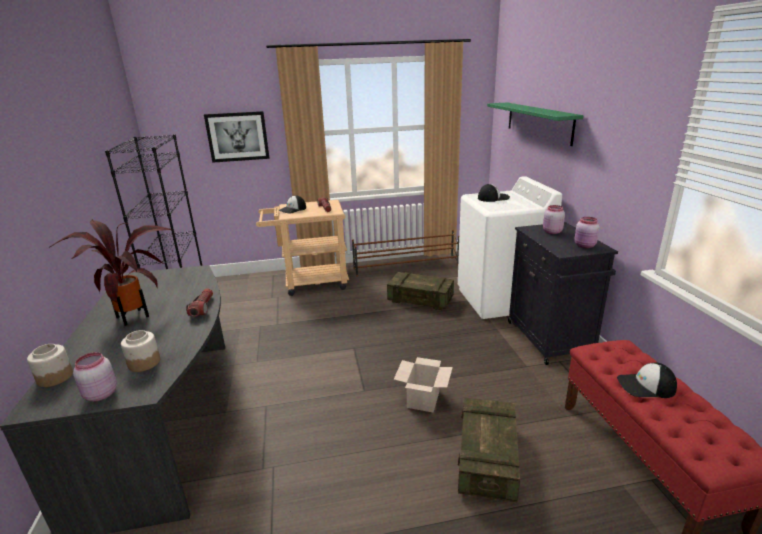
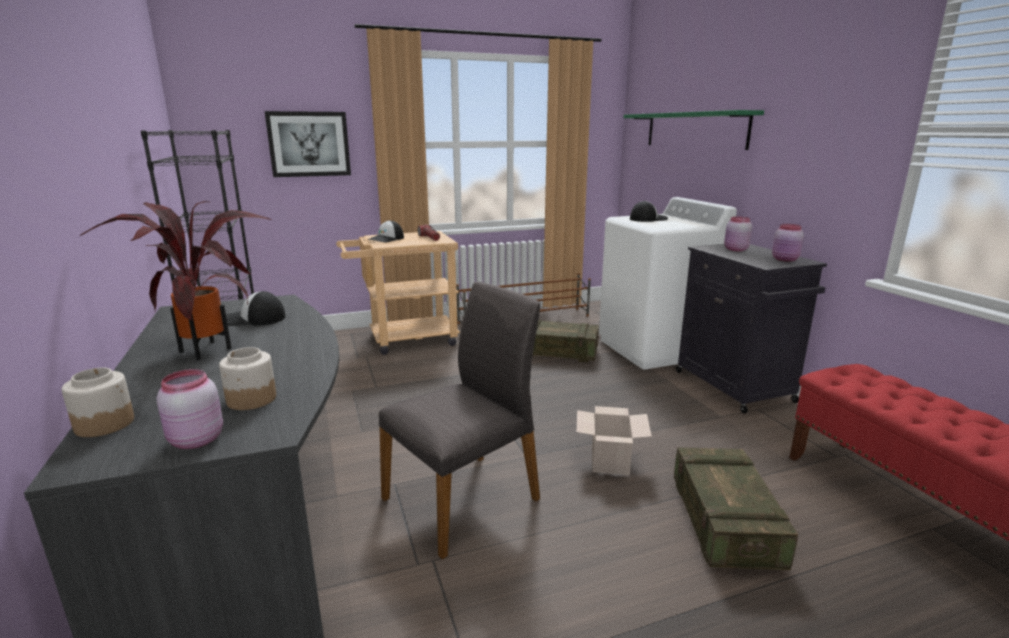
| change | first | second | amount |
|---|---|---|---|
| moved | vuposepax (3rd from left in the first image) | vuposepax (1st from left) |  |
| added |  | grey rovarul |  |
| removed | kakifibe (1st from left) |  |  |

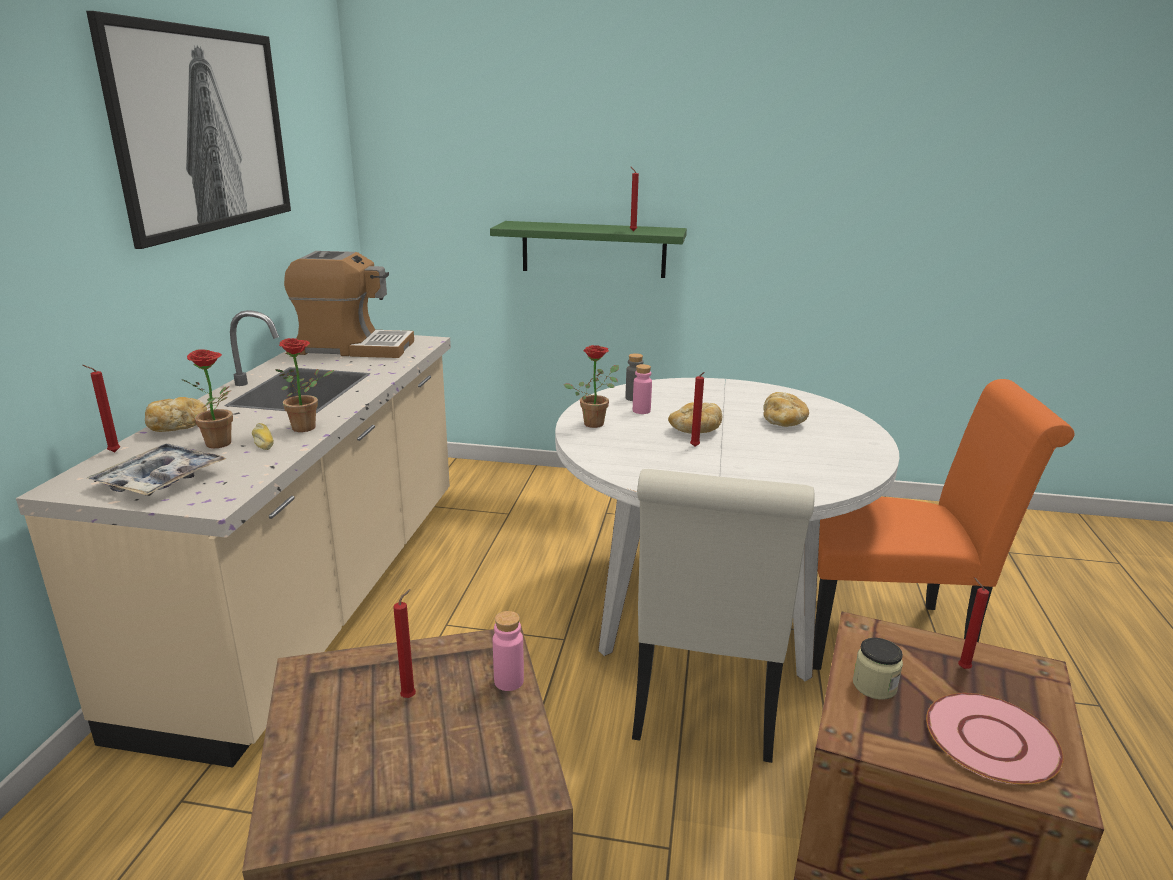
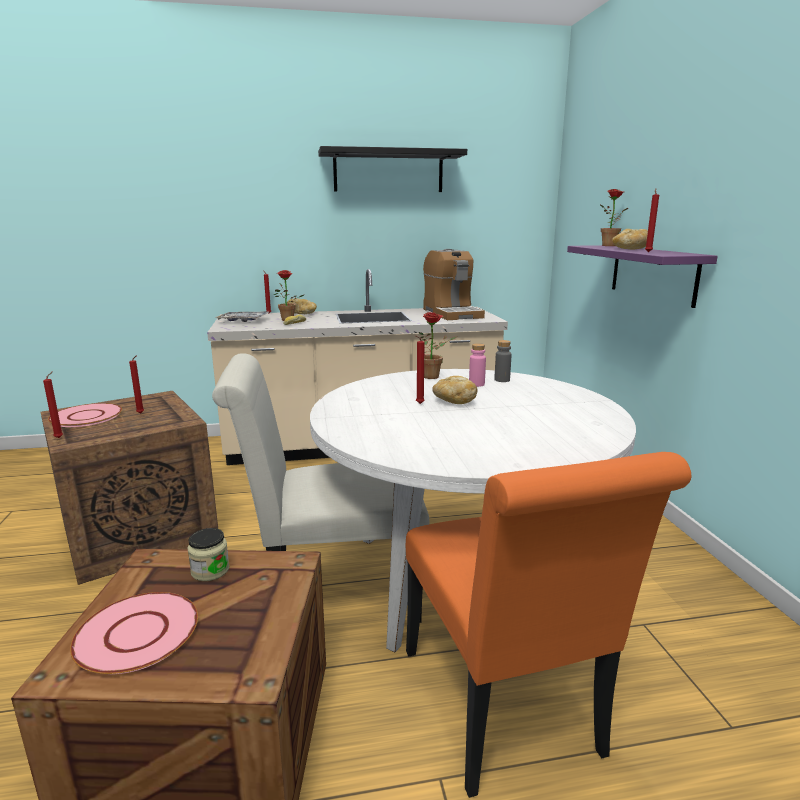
| change | first | second | amount |
|---|---|---|---|
| moved | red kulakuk (5th from left in the first image) | red kulakuk (1st from left) |  |
| added |  | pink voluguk (1st from left) |  |
| replaced | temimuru | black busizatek |  |
| recoloured | green busizatek | purple busizatek |  |
| moved | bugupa (2nd from left in the first image) | bugupa (3rd from left) |  |
| moved | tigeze (4th from left) |  |  |
| removed | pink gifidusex (1st from left) |  |  |

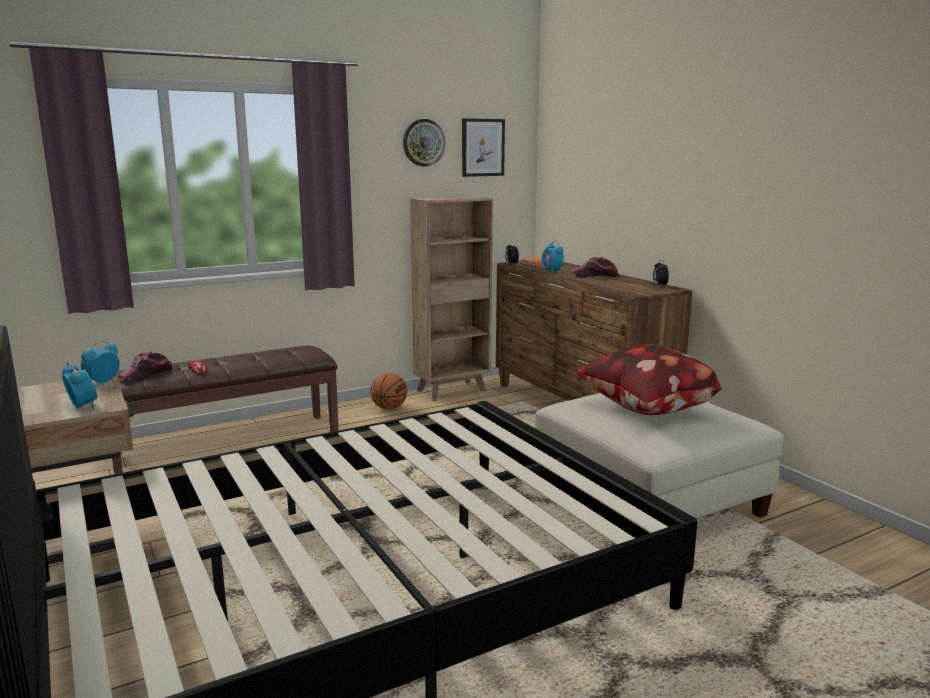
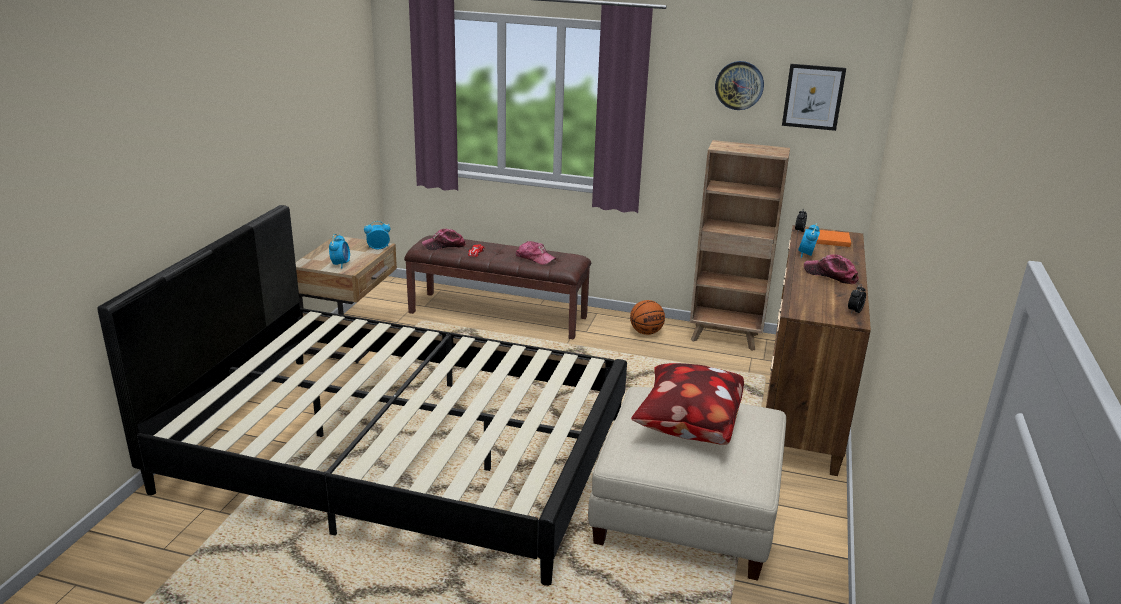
| change | first | second | amount |
|---|---|---|---|
| added |  | vuposepax (2nd from left) |  |

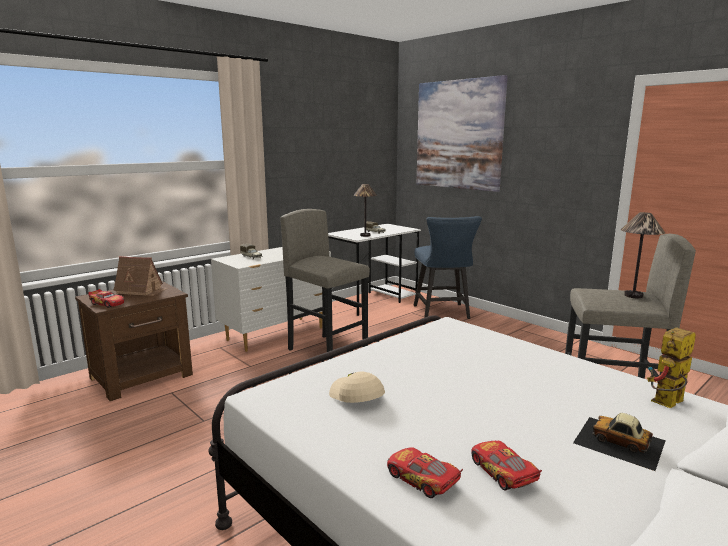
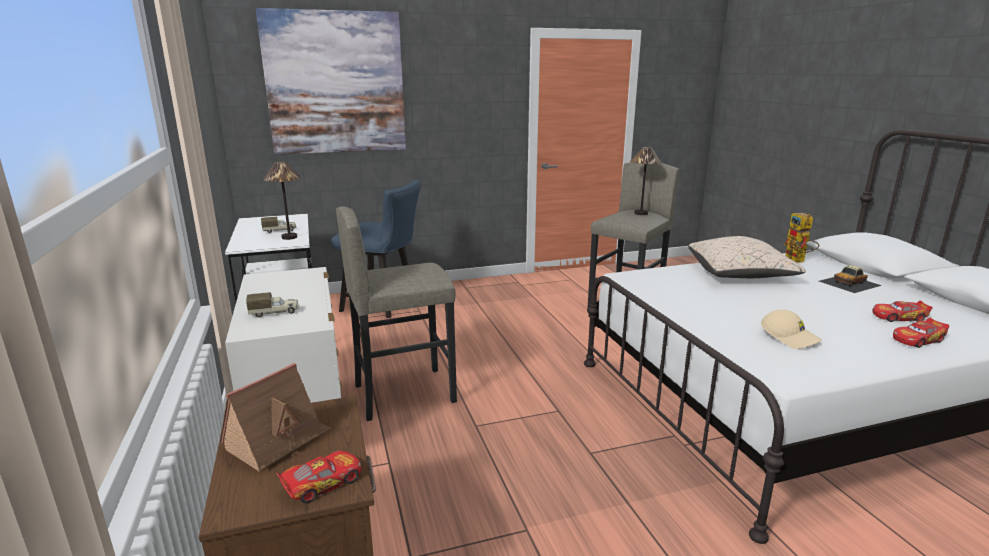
| change | first | second | amount |
|---|---|---|---|
| added |  | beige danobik |  |
| turned | beige vuposepax |  | 120 degrees counterclockwise |

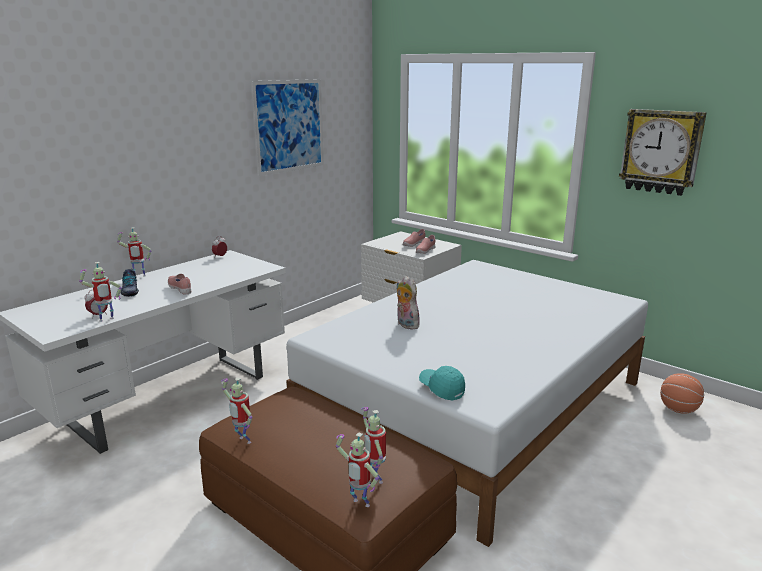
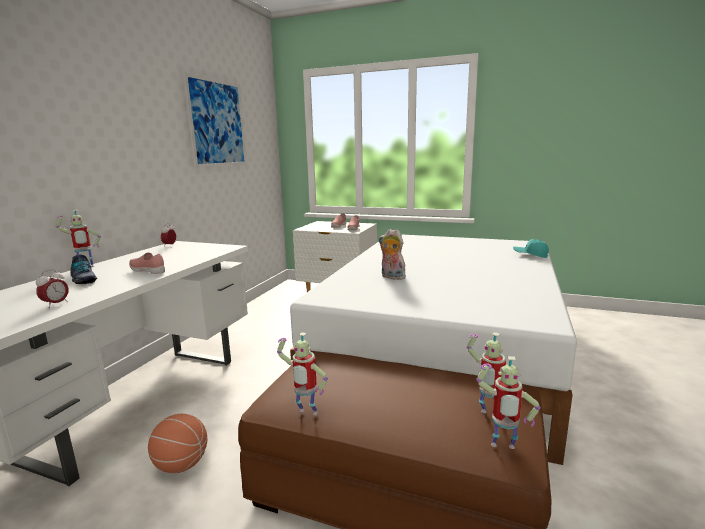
| change | first | second | amount |
|---|---|---|---|
| moved | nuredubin |  |  |
| moved | turquoise vuposepax |  |  |
| removed | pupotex (1st from left) |  |  |
| removed | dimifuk |  |  |

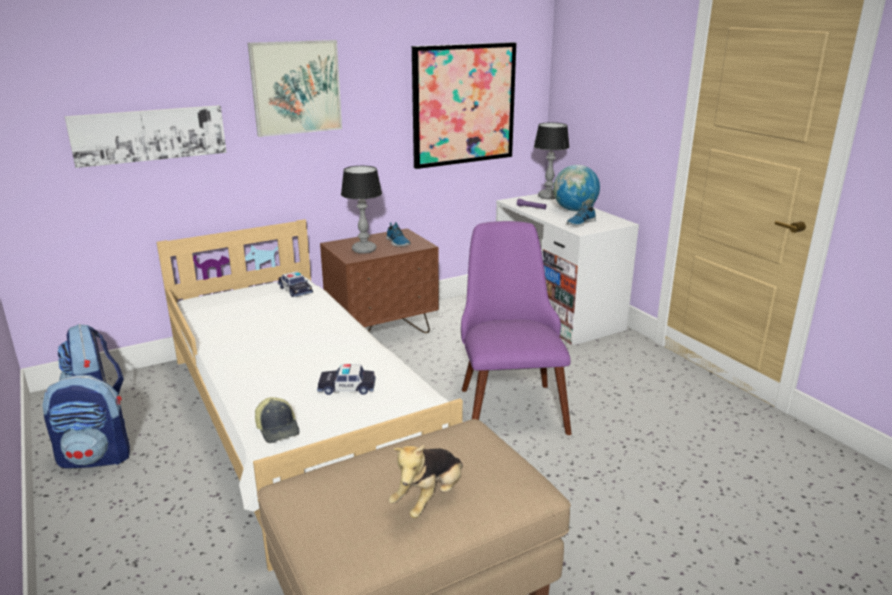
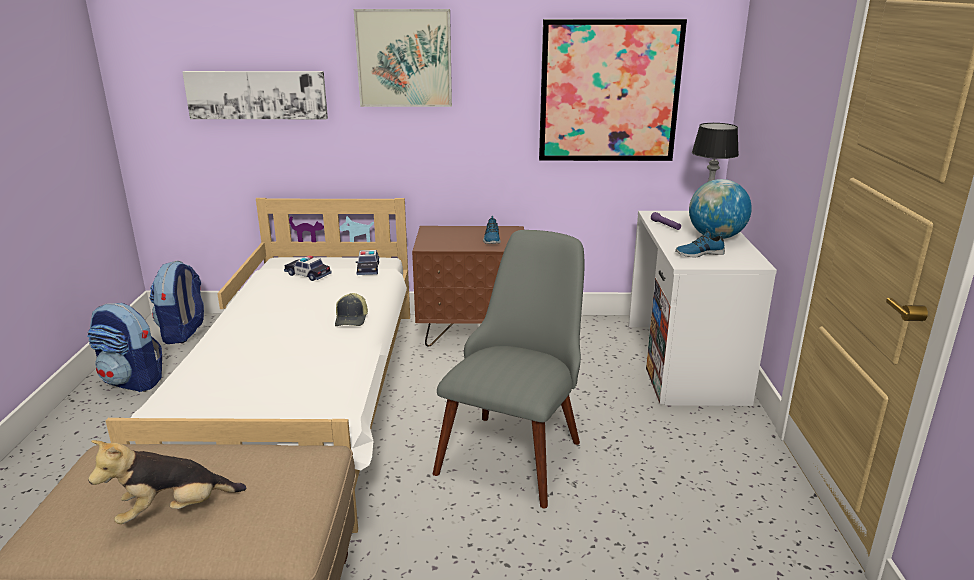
| change | first | second | amount |
|---|---|---|---|
| moved | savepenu (2nd from left in the first image) | savepenu (1st from left) |  |
| moved | vuposepax |  |  |
| recoloured | purple rovarul | grey rovarul |  |
| removed | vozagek (1st from left) |  |  |

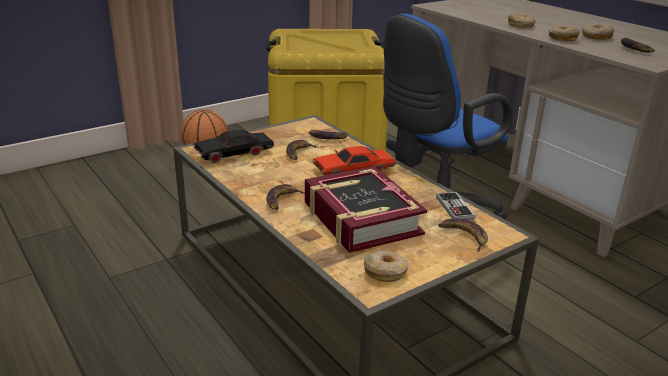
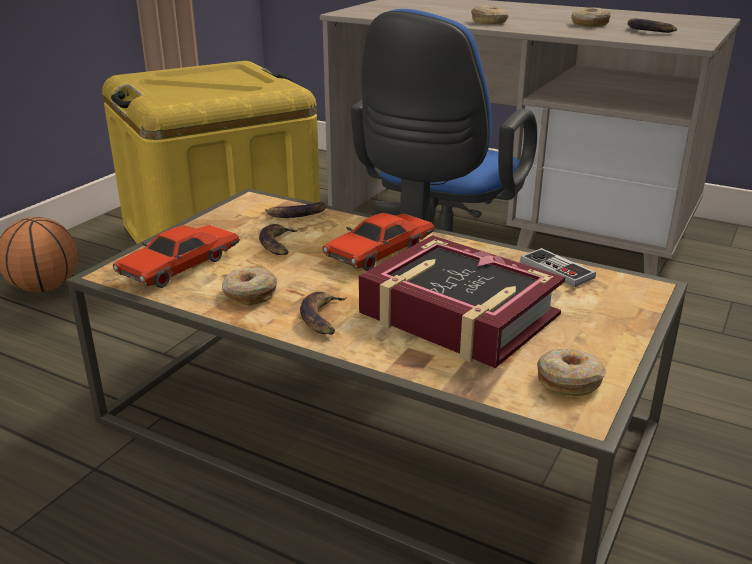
| change | first | second | amount |
|---|---|---|---|
| recoloured | black savepenu | red savepenu (1st from left) |  |
| moved | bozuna (3rd from left in the first image) | bozuna (1st from left) |  |
| removed | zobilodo (4th from left) |  |  |

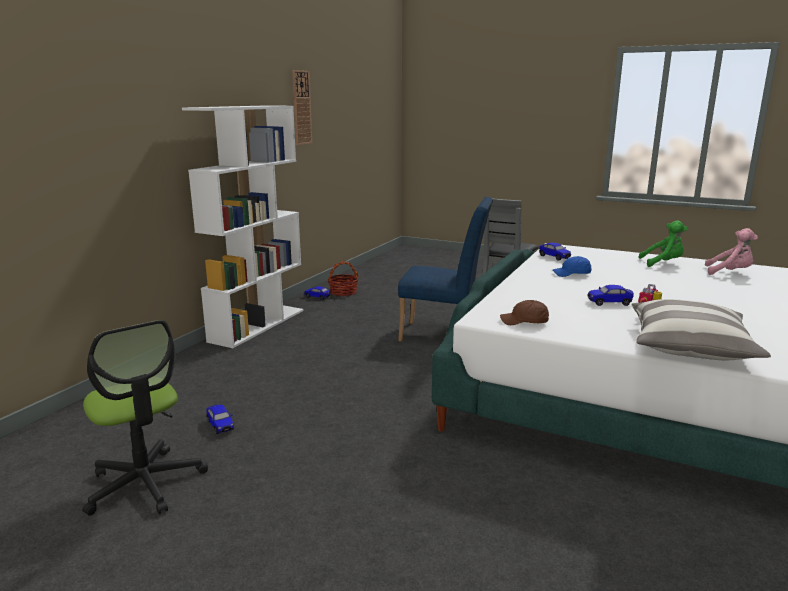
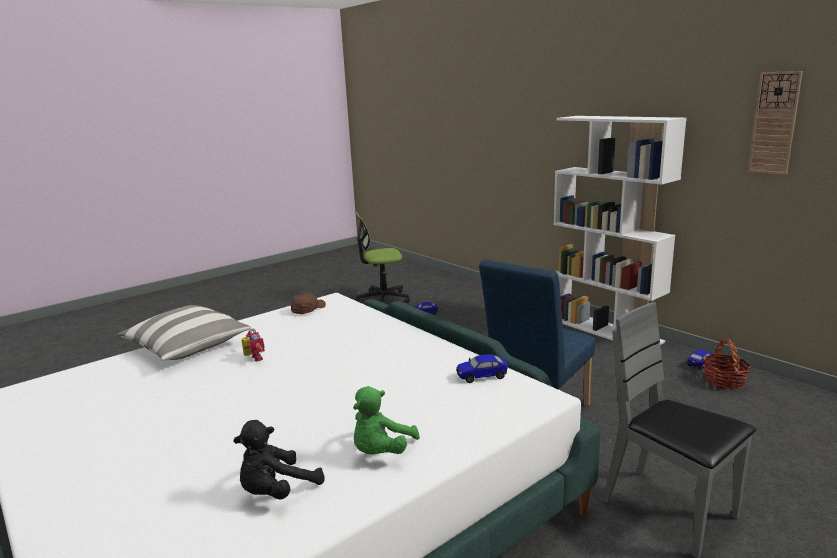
| change | first | second | amount |
|---|---|---|---|
| recoloured | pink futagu | black futagu |  |
| removed | blue vuposepax |  |  |
| removed | savepenu (4th from left) |  |  |

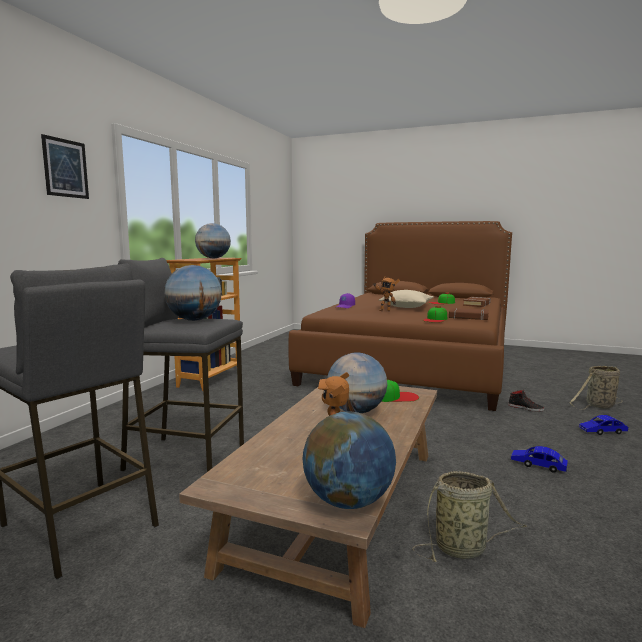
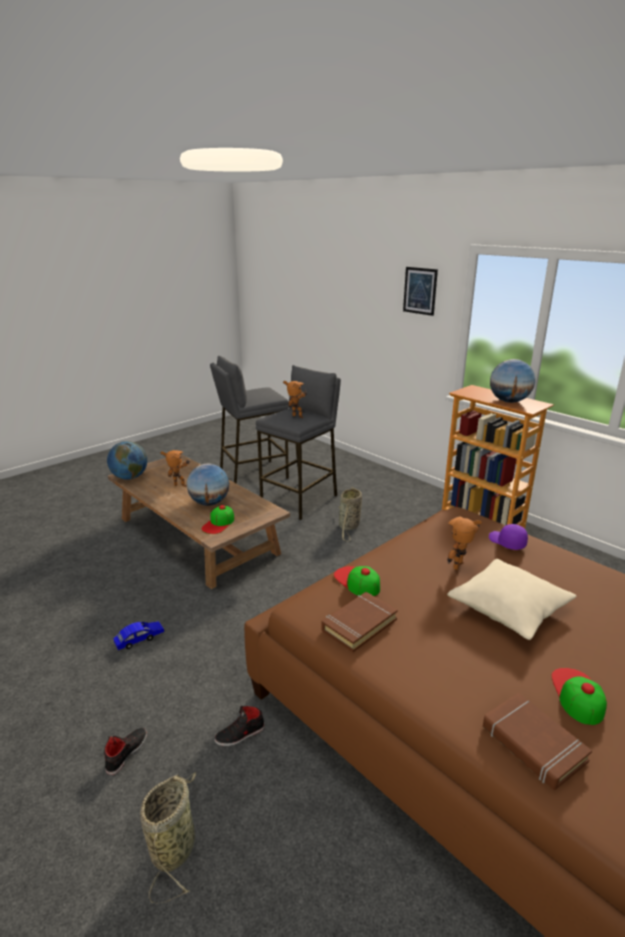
| change | first | second | amount |
|---|---|---|---|
| replaced | blue savepenu (2nd from left) | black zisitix (1st from left) |  |
| replaced | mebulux (1st from left) | pupotex (2nd from left) |  |
| moved | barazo (1st from left in the first image) | barazo (2nd from left) |  |

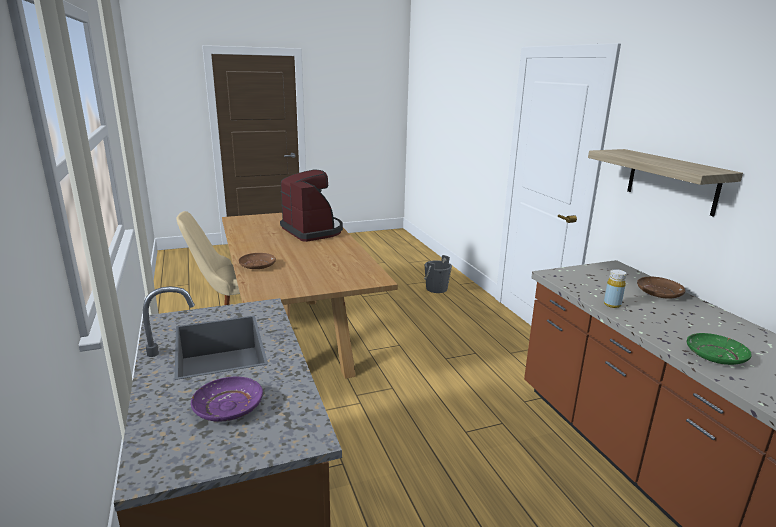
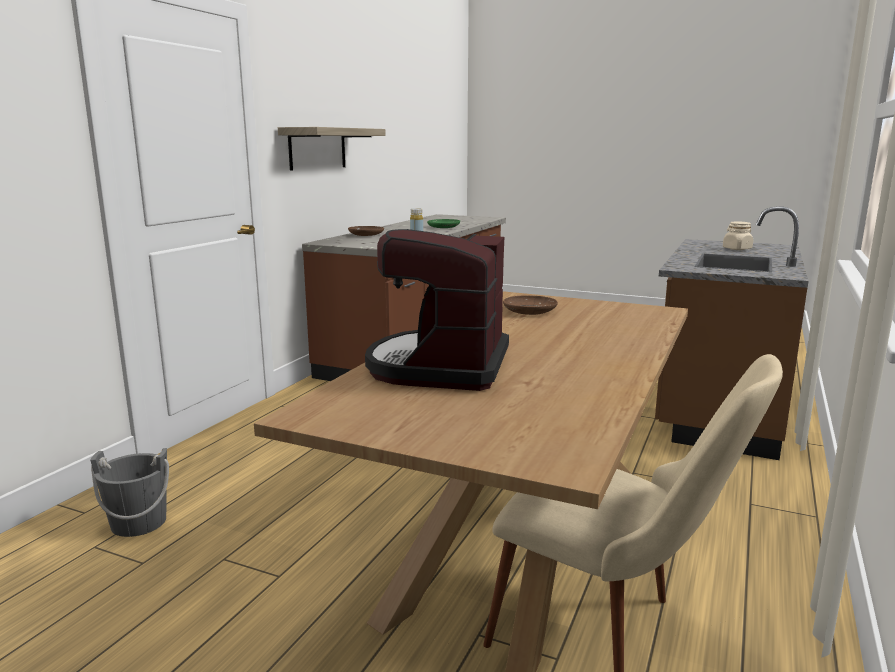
| change | first | second | amount |
|---|---|---|---|
| moved | brown voluguk (1st from left in the first image) | brown voluguk (2nd from left) |  |
| replaced | purple voluguk | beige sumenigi |  |

